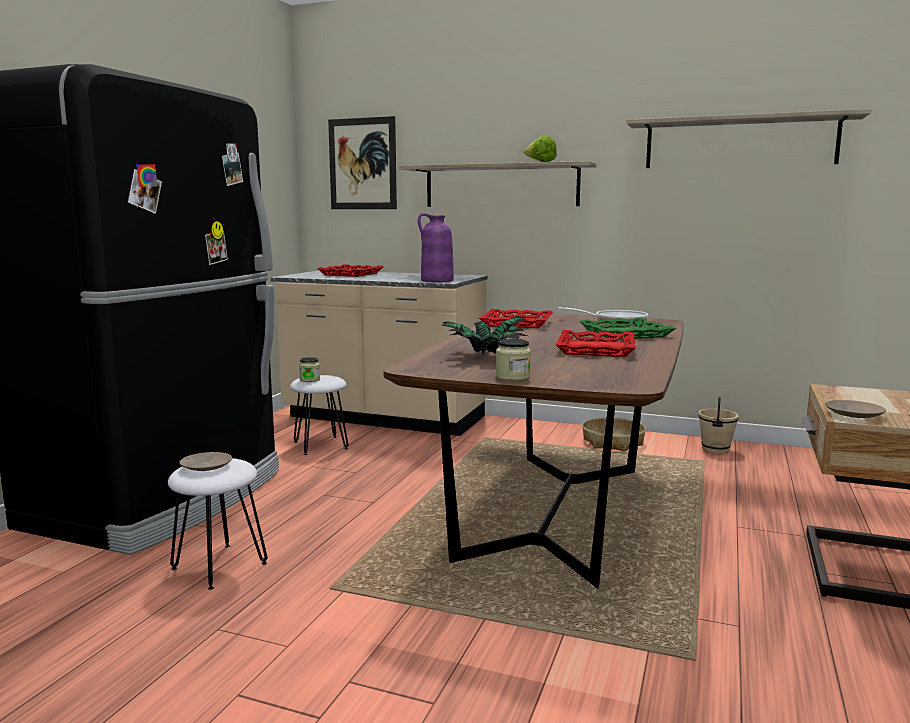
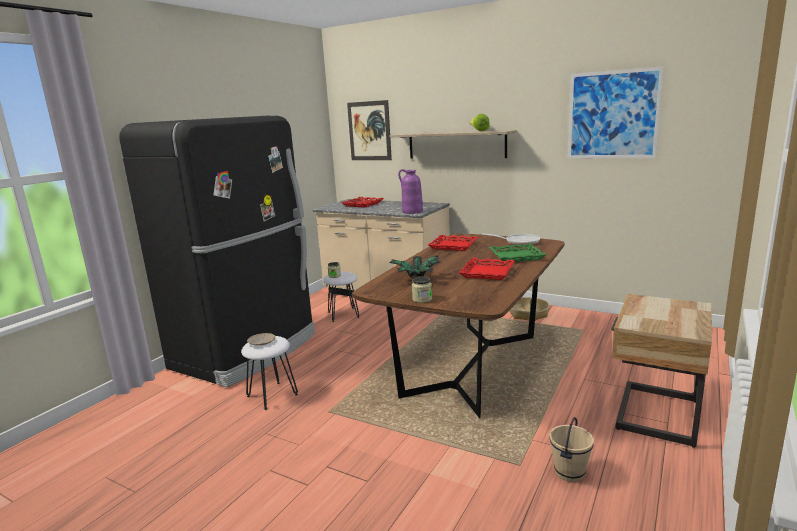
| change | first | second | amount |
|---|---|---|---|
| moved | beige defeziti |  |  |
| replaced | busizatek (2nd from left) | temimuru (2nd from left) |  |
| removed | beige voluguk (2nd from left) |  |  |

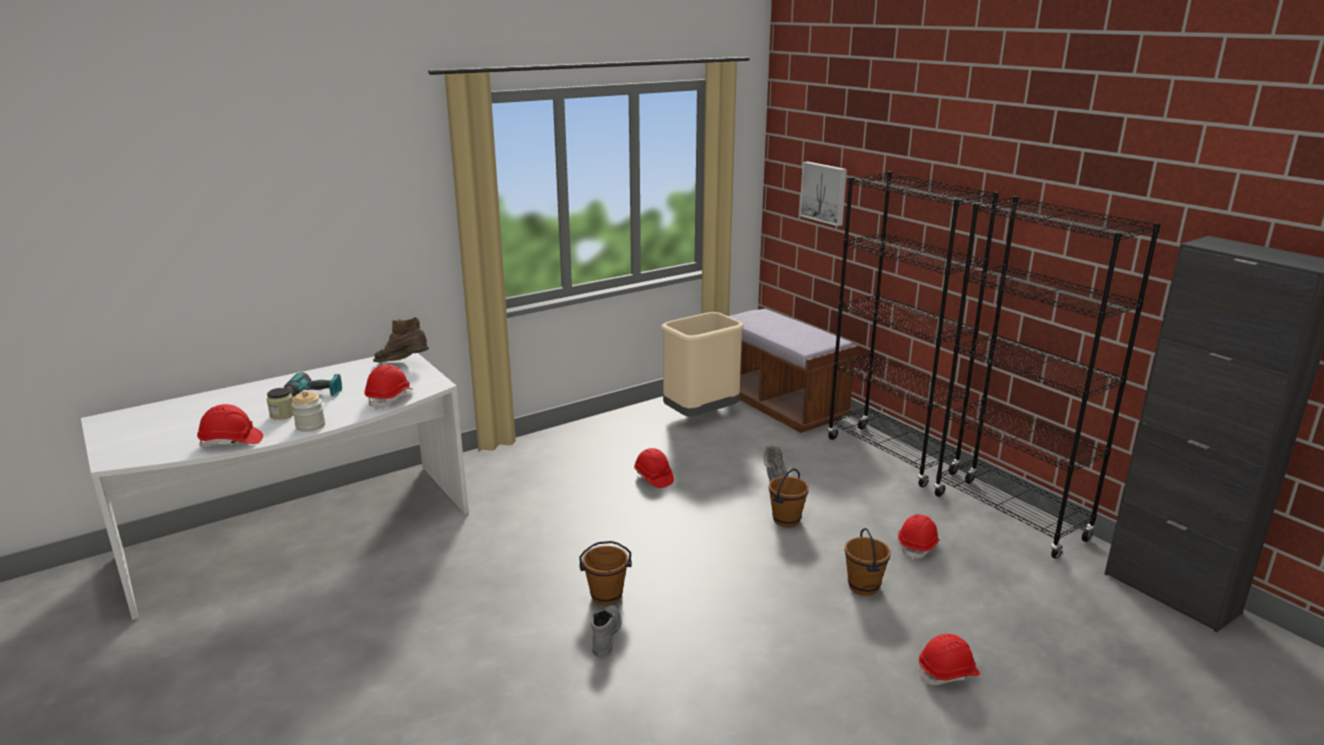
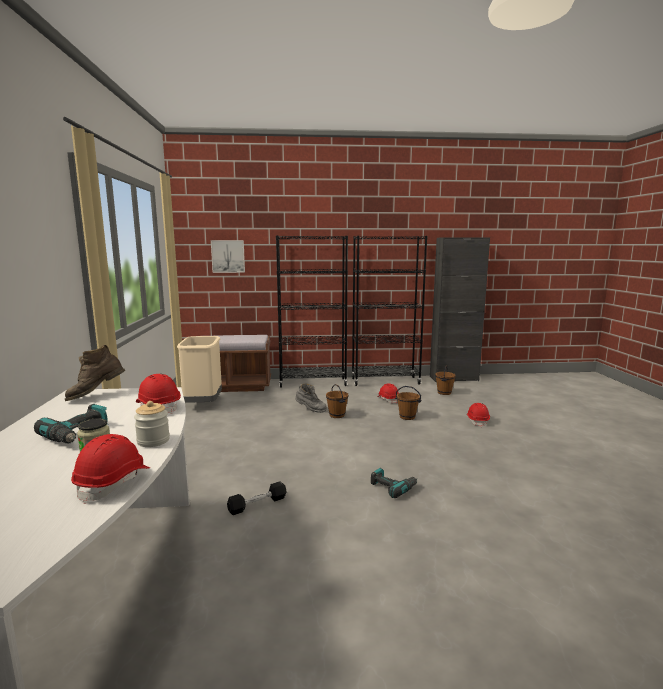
| change | first | second | amount |
|---|---|---|---|
| added |  | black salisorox |  |
| replaced | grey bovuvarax (1st from left) | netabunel (2nd from left) |  |
| moved | brown defeziti (1st from left in the first image) | brown defeziti (3rd from left) |  |
| removed | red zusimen (3rd from left) |  |  |

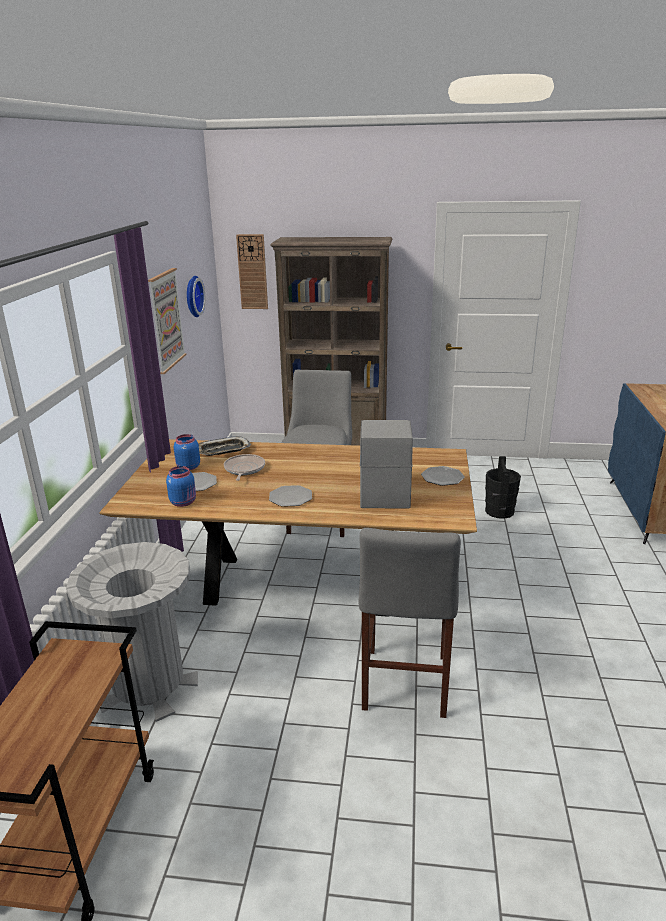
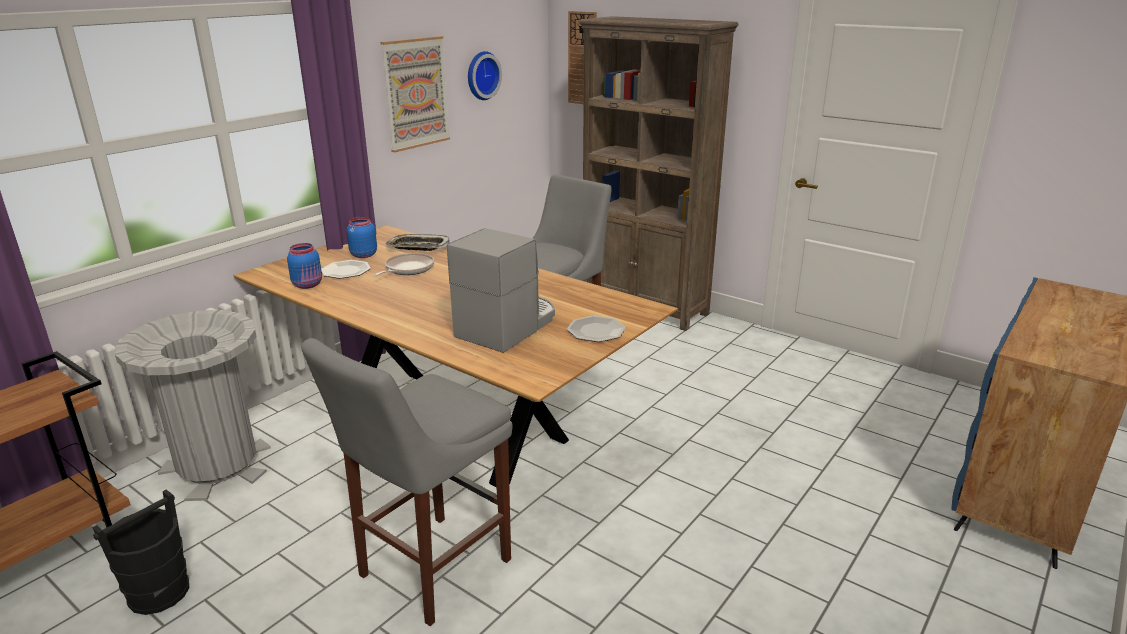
| change | first | second | amount |
|---|---|---|---|
| moved | black defeziti |  |  |
| removed | voluguk (2nd from left) |  |  |

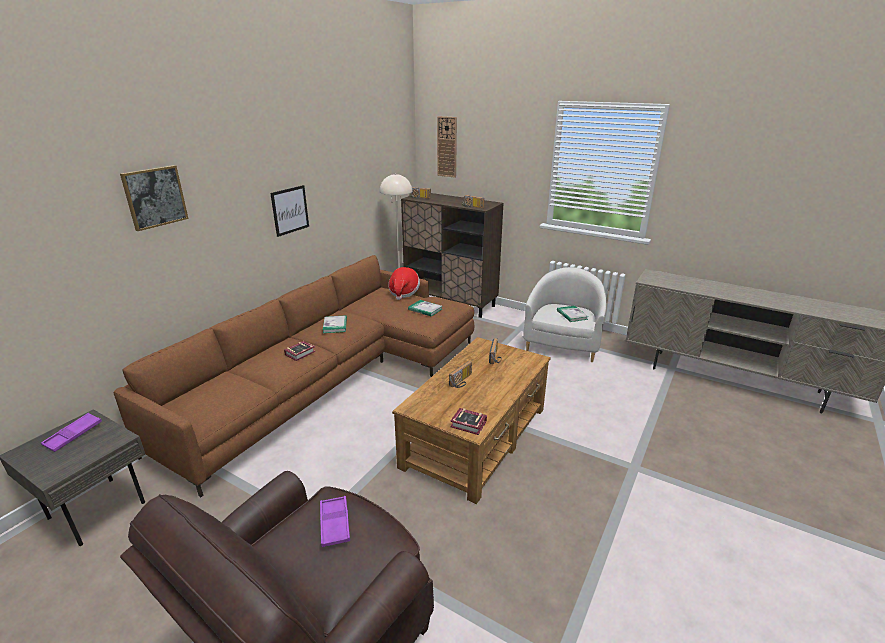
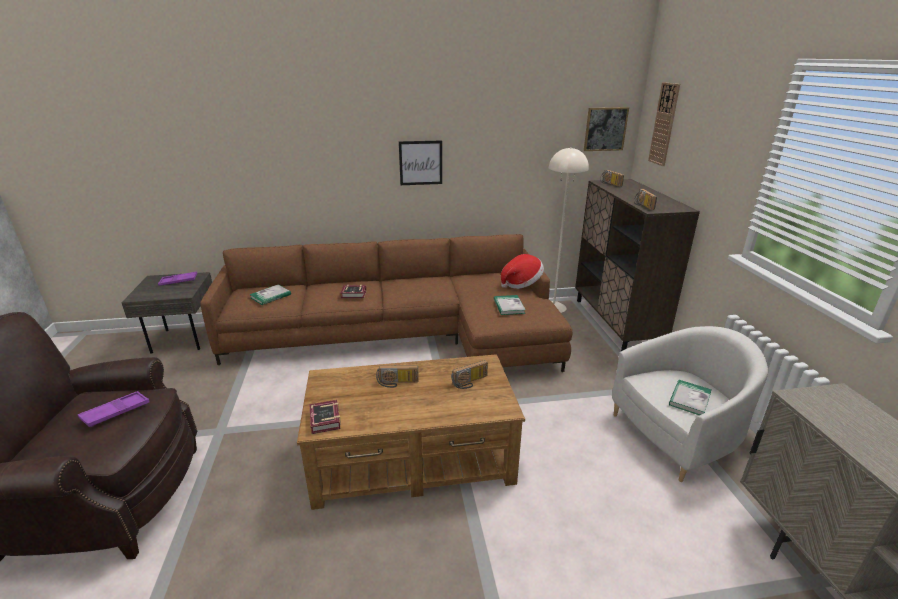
| change | first | second | amount |
|---|---|---|---|
| moved | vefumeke (2nd from left in the first image) | vefumeke (1st from left) |  |
| moved | temimuru (1st from left in the first image) | temimuru (2nd from left) |  |

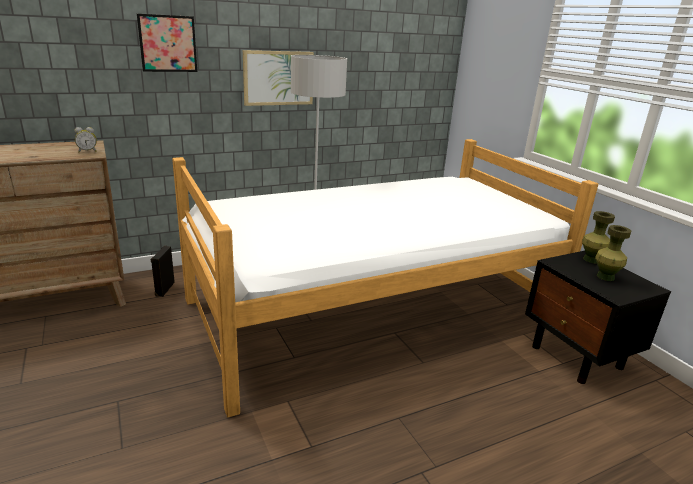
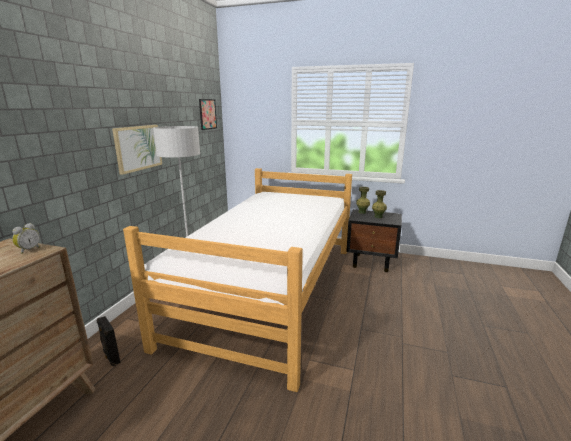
| change | first | second | amount |
|---|---|---|---|
| moved | temimuru (1st from left in the first image) | temimuru (2nd from left) |  |

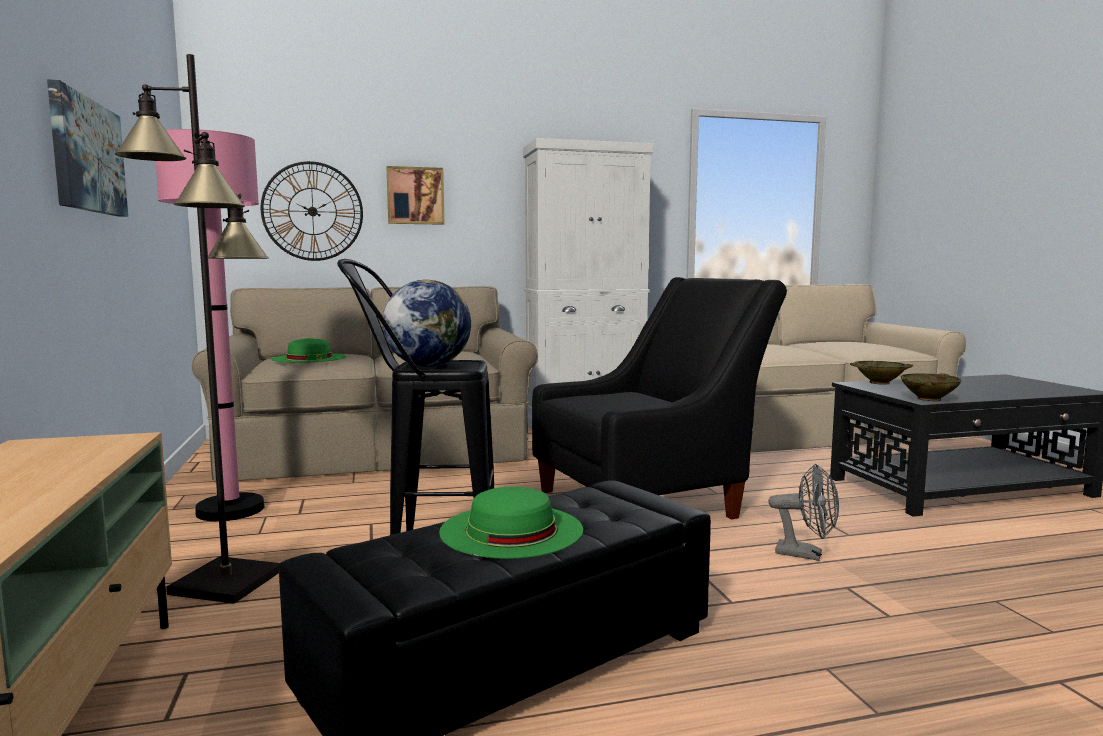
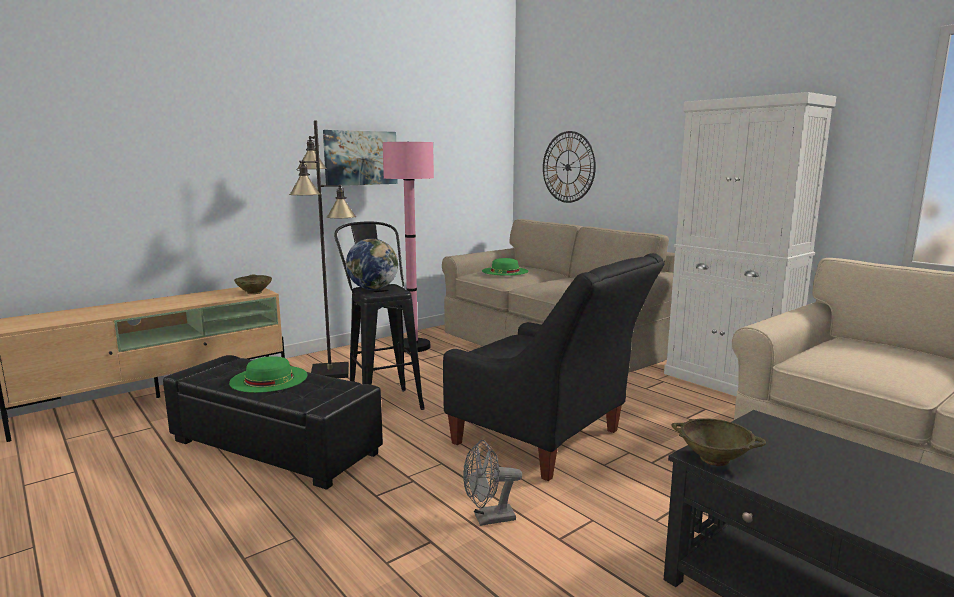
| change | first | second | amount |
|---|---|---|---|
| moved | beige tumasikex (1st from left) |  |  |
| turned | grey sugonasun |  | 75 degrees clockwise |
| removed | temimuru (2nd from left) |  |  |

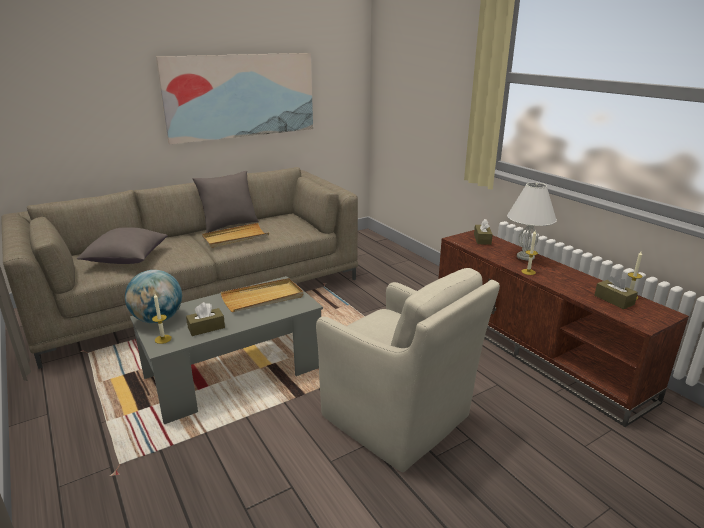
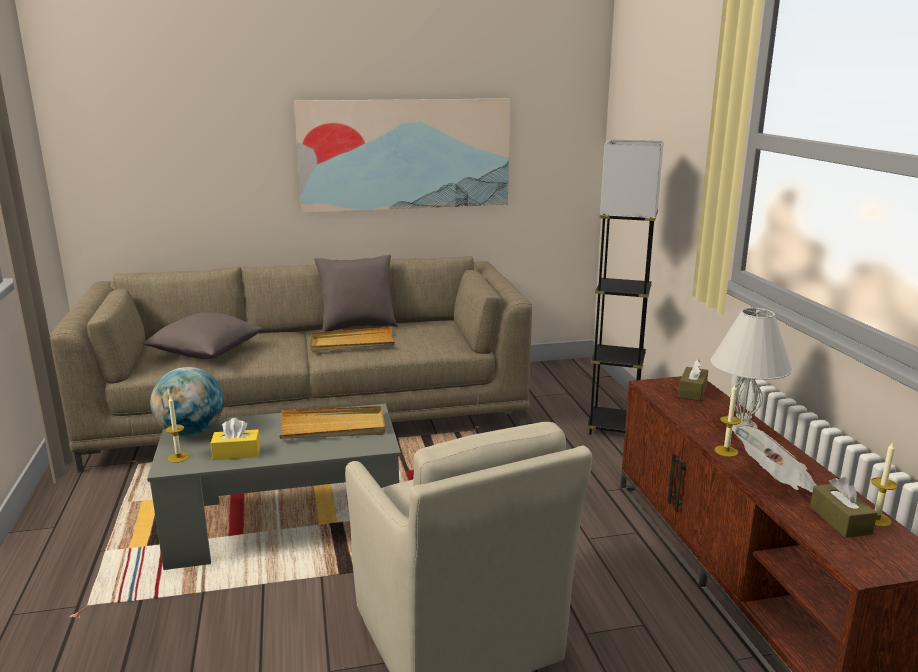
| change | first | second | amount |
|---|---|---|---|
| recoloured | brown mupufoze (1st from left) | yellow mupufoze |  |
| added |  | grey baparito |  |
| added |  | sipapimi |  |

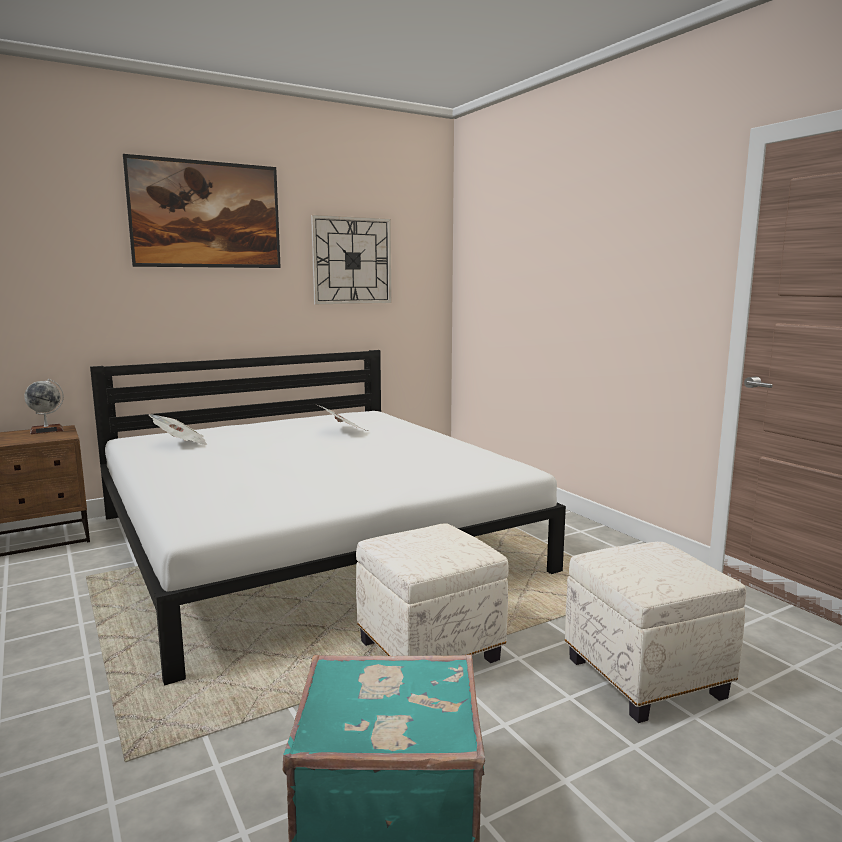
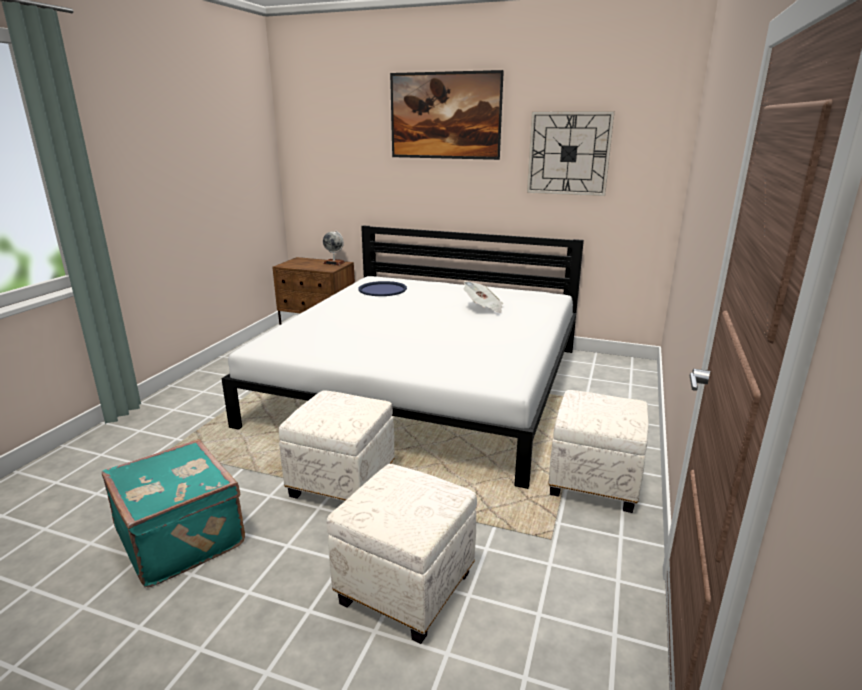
| change | first | second | amount |
|---|---|---|---|
| replaced | sipapimi (1st from left) | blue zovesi |  |
| added |  | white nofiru (3rd from left) |  |

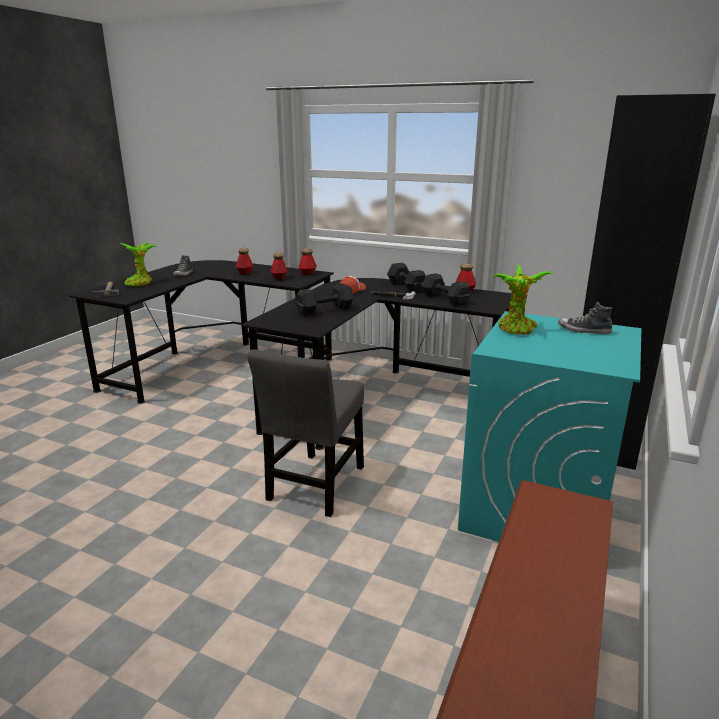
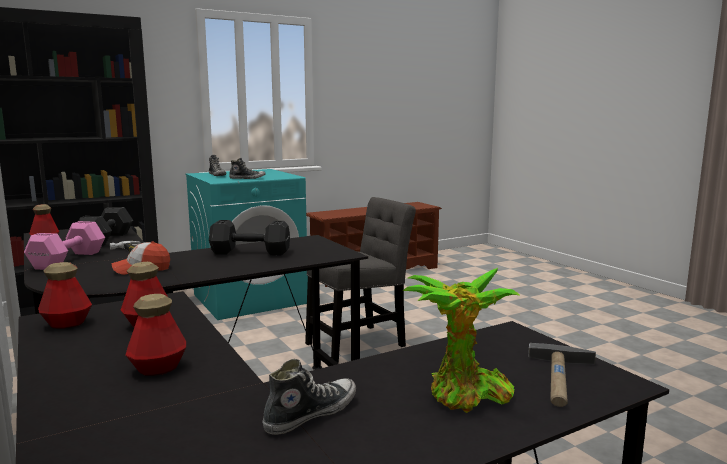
| change | first | second | amount |
|---|---|---|---|
| recoloured | black salisorox (2nd from left) | pink salisorox |  |
| replaced | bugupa (2nd from left) | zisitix (2nd from left) |  |

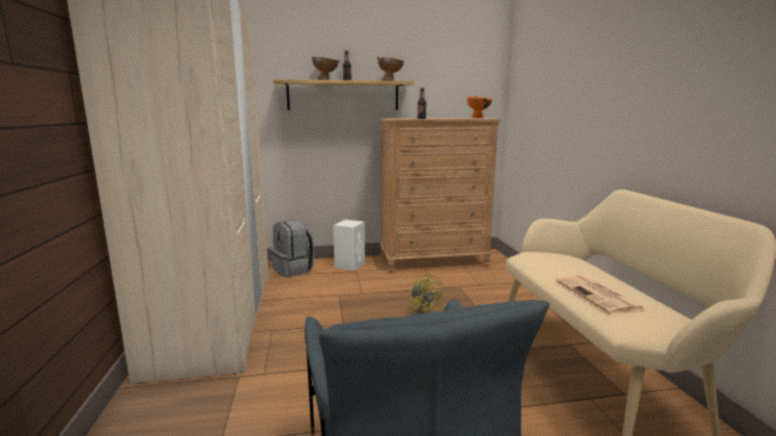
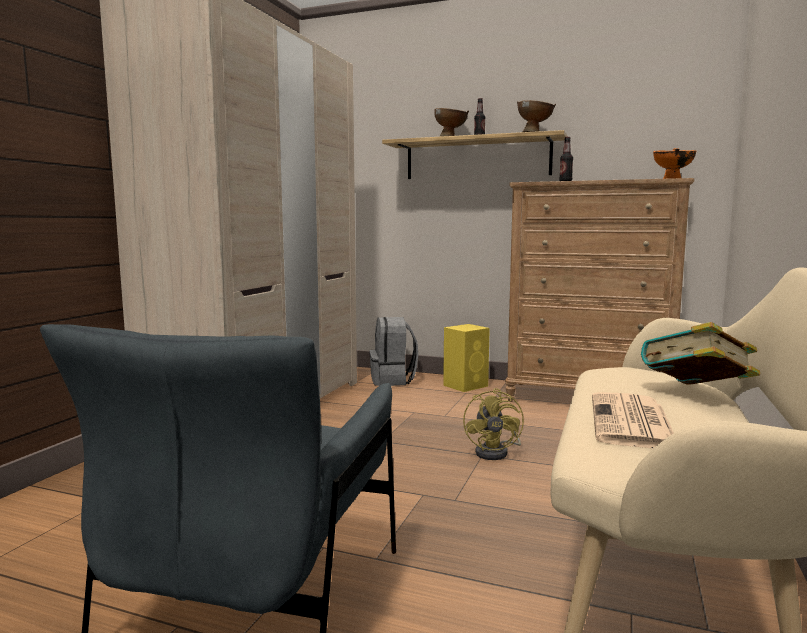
| change | first | second | amount |
|---|---|---|---|
| recoloured | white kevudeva | yellow kevudeva |  |
| added |  | vefumeke |  |

